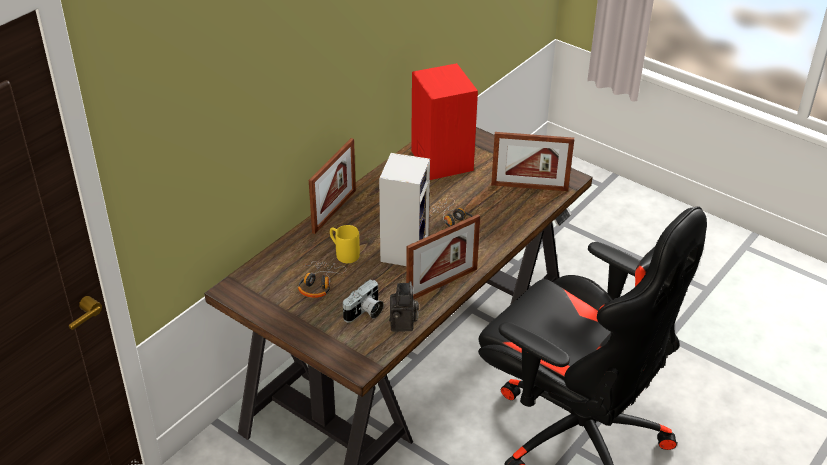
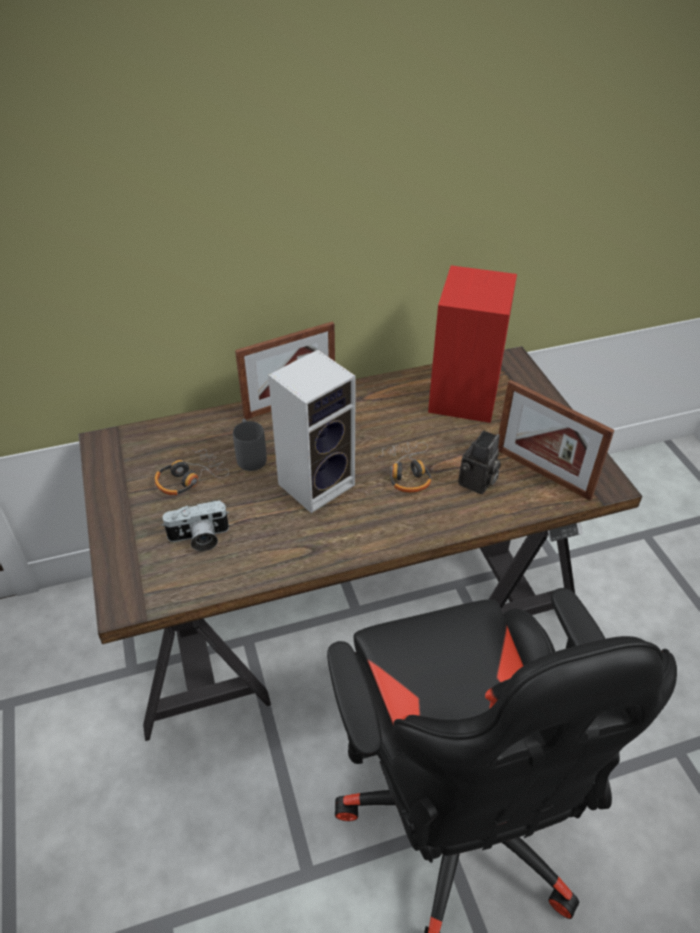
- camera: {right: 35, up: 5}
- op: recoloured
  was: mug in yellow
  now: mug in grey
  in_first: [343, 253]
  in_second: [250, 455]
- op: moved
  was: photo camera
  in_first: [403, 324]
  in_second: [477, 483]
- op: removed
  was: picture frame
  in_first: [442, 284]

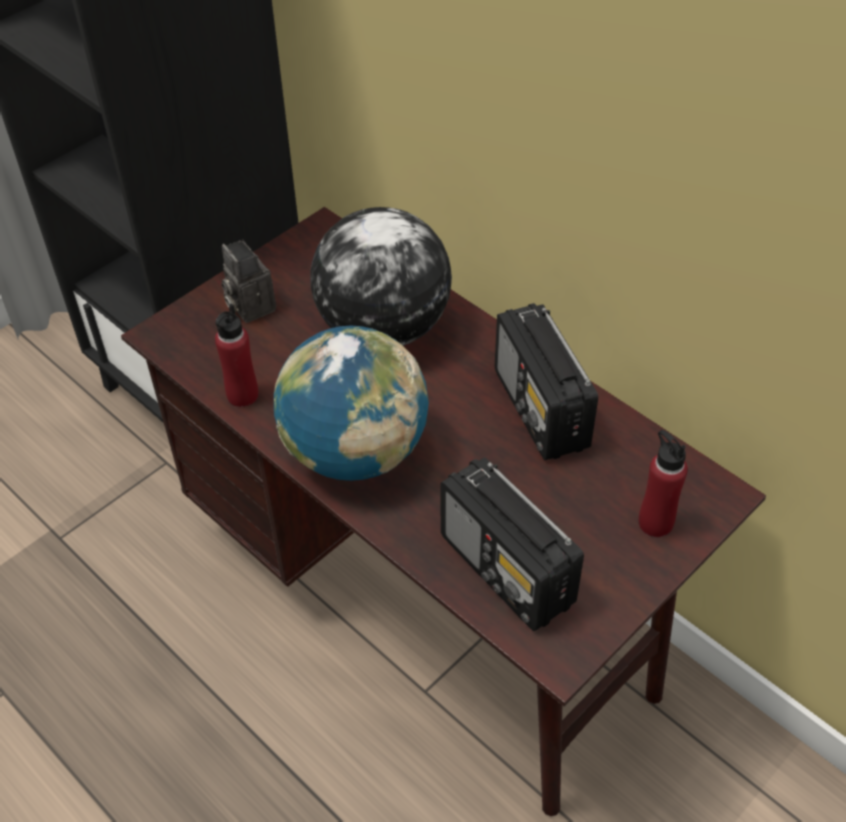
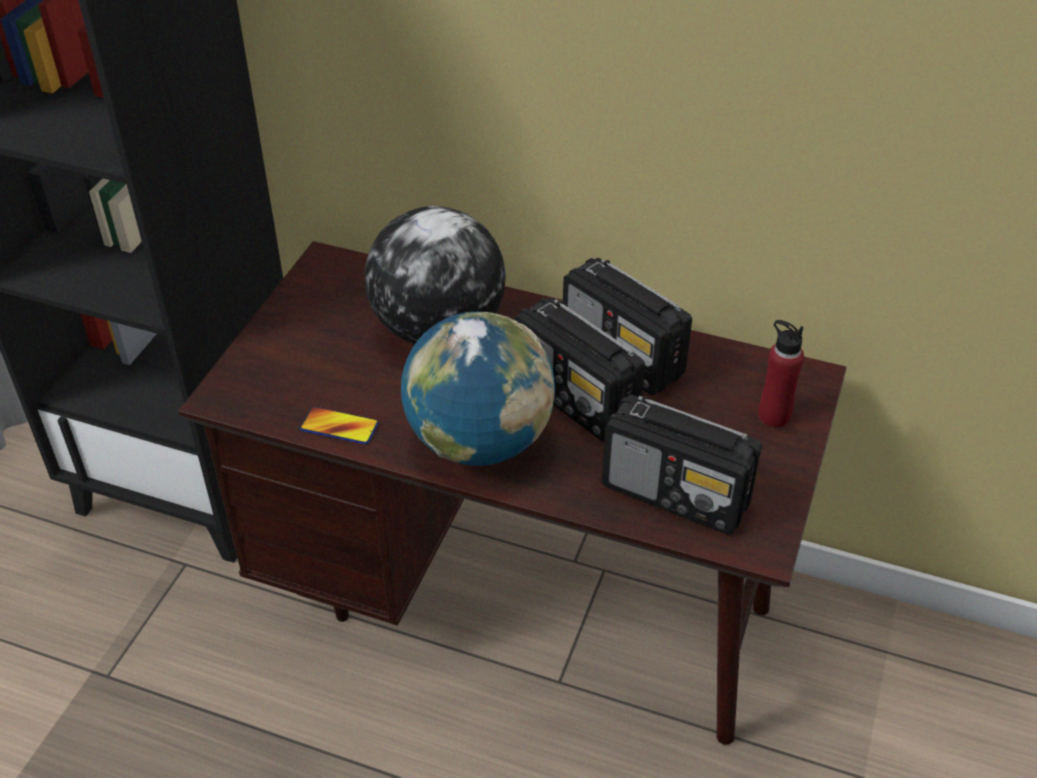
- camera: {right: -25, up: -5}
- op: replaced
  was: bottle in red
  now: phone
  in_first: [242, 395]
  in_second: [339, 427]
- op: removed
  was: photo camera
  in_first: [249, 306]
- op: added
  now: radio
  in_second: [576, 400]

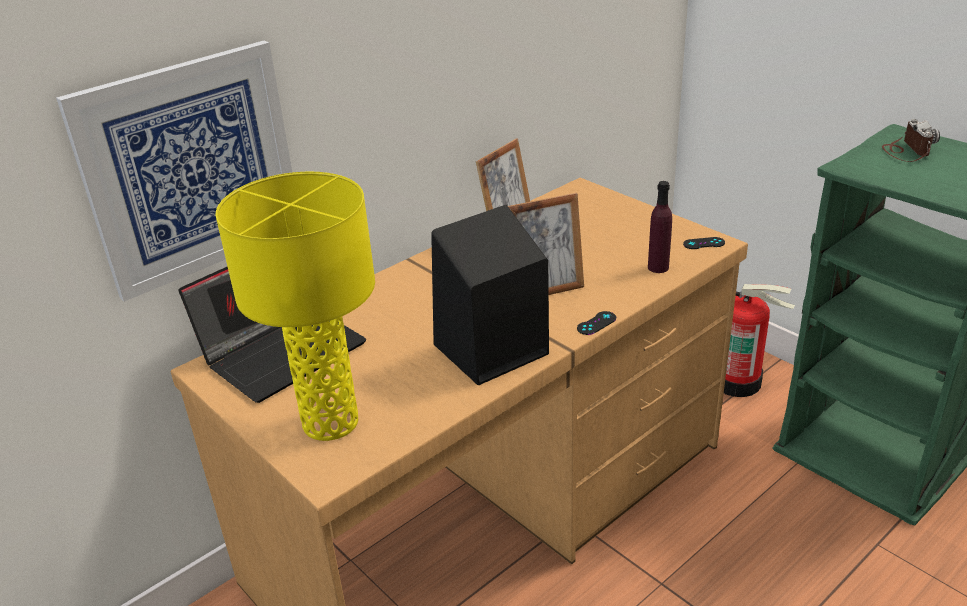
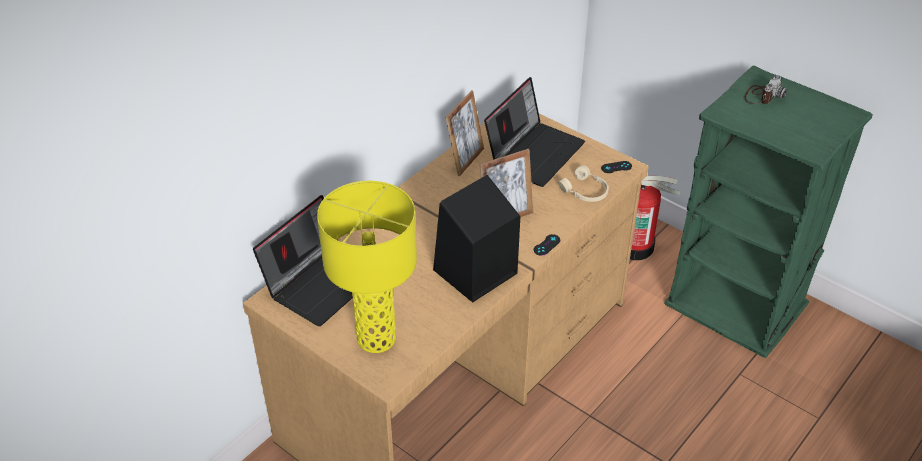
- camera: {right: -10, up: 10}
- op: removed
  was: picture
  in_first: [191, 169]
- op: replaced
  was: bottle in purple
  now: headphones in beige
  in_first: [658, 267]
  in_second: [585, 192]
- op: turned
  was: photo camera
  in_first: [907, 151]
  in_second: [762, 95]
  clockwise: 45
- op: added
  now: laptop
  in_second: [534, 152]

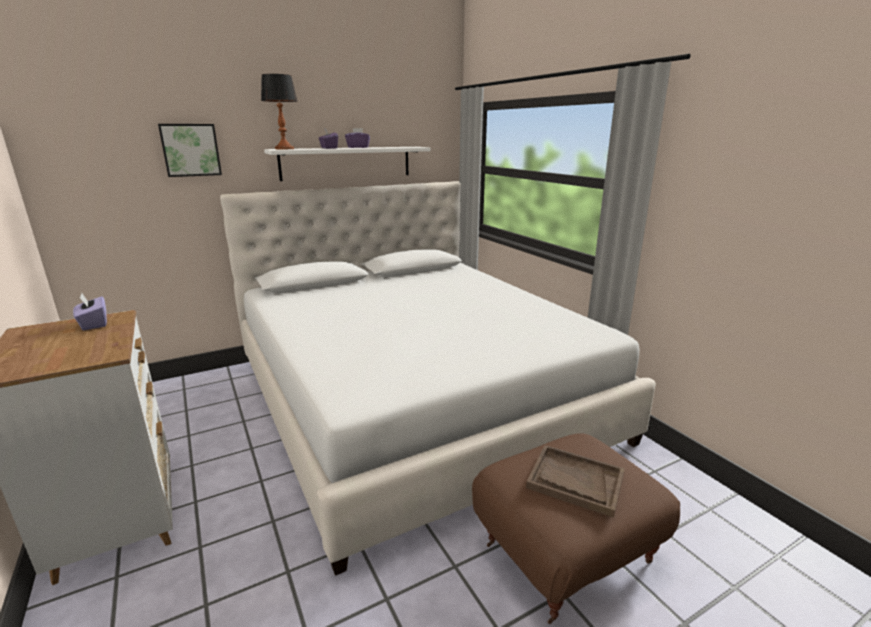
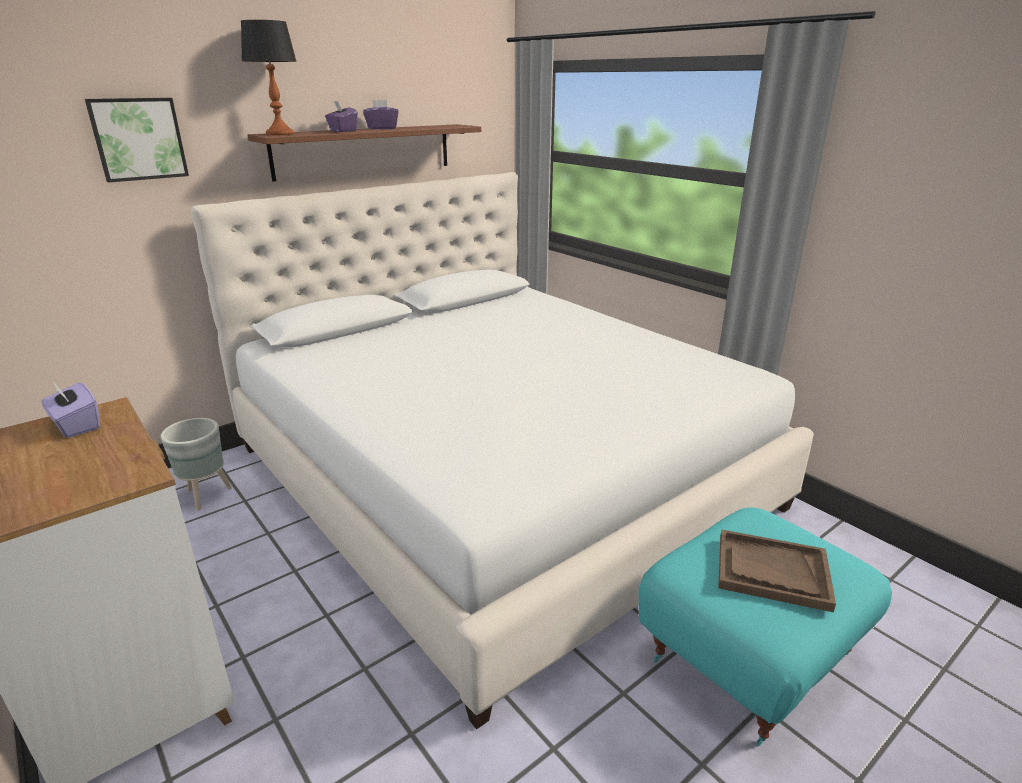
- camera: {right: -10, up: 5}
- op: recoloured
  was: shelf in white
  now: shelf in brown
  in_first: [347, 163]
  in_second: [364, 151]
- op: recoloured
  was: ottoman in brown
  now: ottoman in turquoise
  in_first: [565, 552]
  in_second: [748, 655]
- op: added
  now: planter in grey
  in_second: [206, 495]

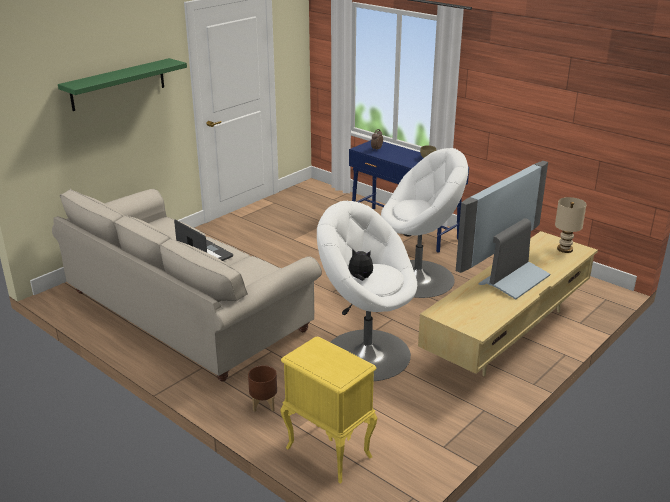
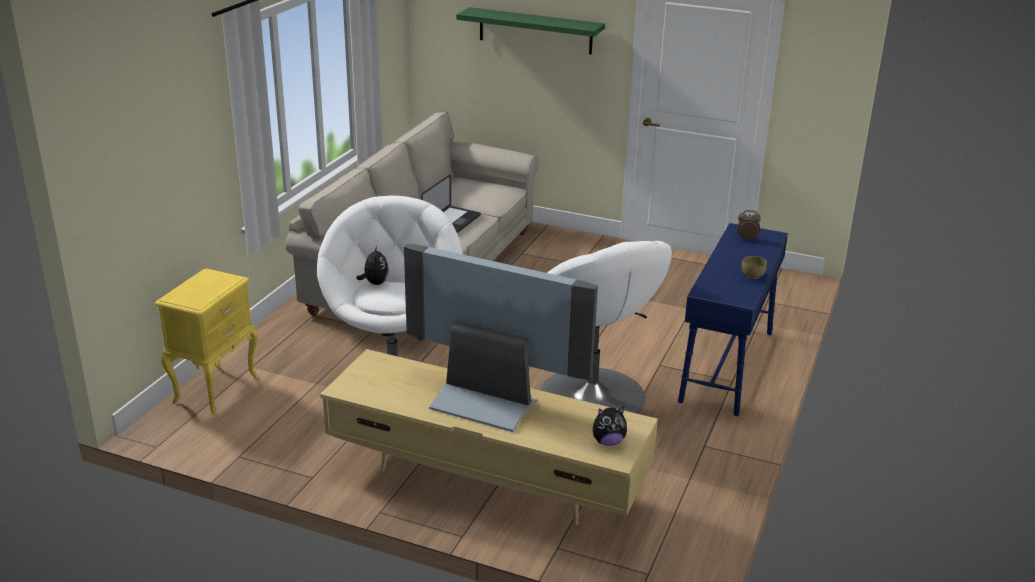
- camera: {right: 70, up: 0}
- op: removed
  was: planter in brown
  in_first: [263, 404]
- op: replaced
  was: table lamp in beige
  now: plush toy
  in_first: [564, 249]
  in_second: [608, 442]

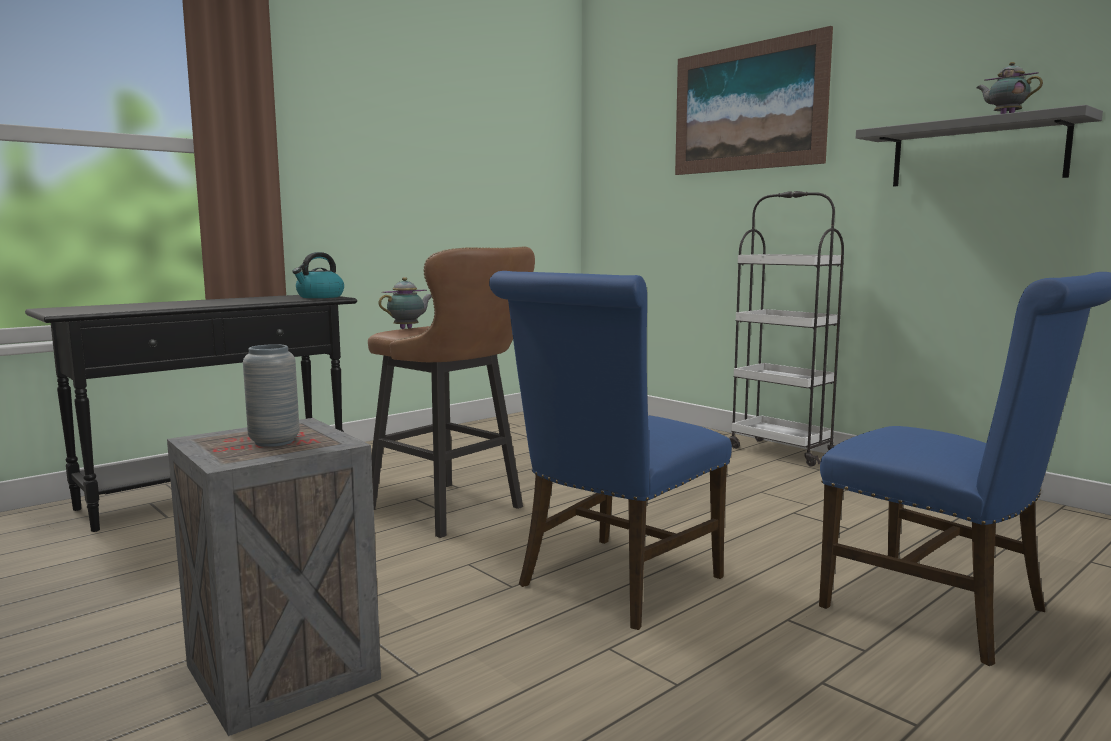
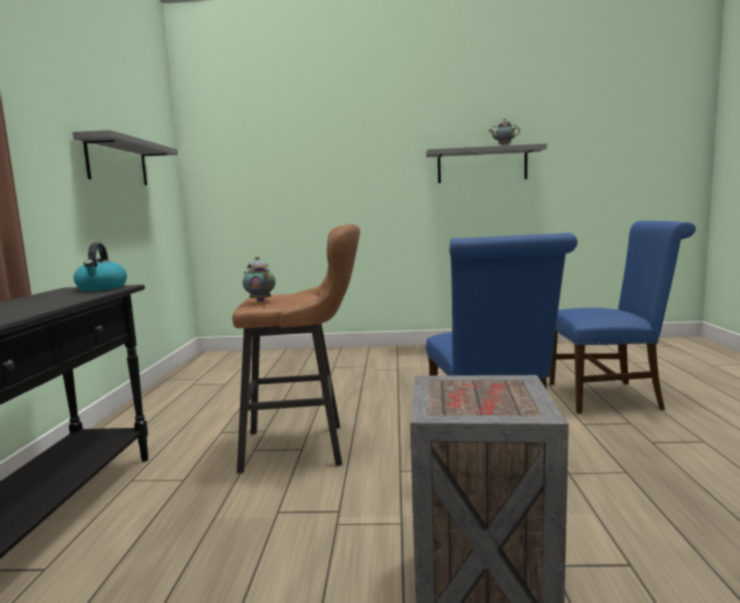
- camera: {right: -45, up: 0}
- op: removed
  was: vase in grey
  in_first: [274, 442]
- op: turned
  was: teapot
  in_first: [408, 328]
  in_second: [260, 301]
  clockwise: -45
- op: removed
  was: picture
  in_first: [747, 107]
- op: removed
  was: cart in white
  in_first: [782, 452]
- op: added
  now: shelf in grey
  in_second: [117, 162]

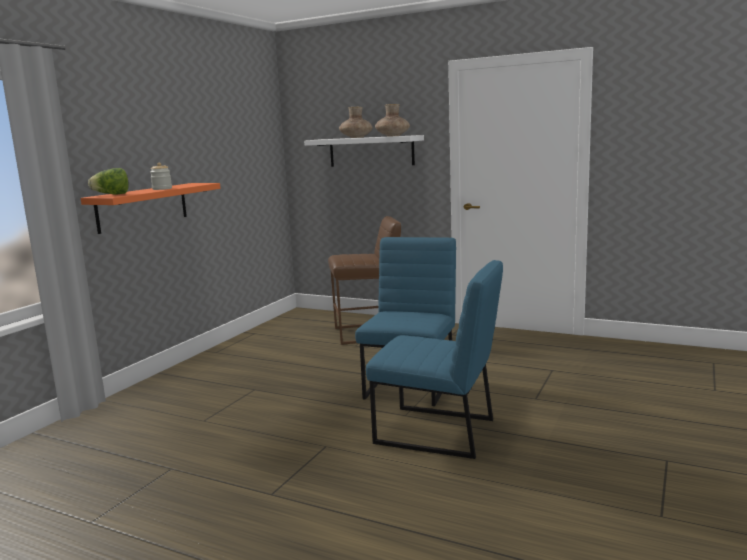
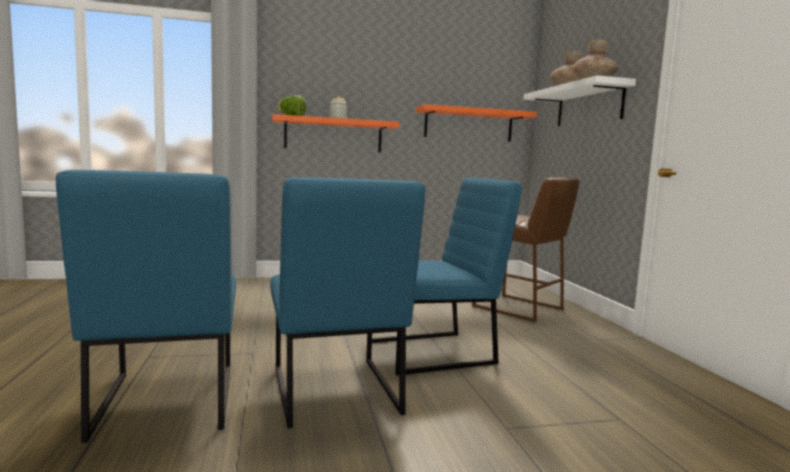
- camera: {right: 50, up: -5}
- op: added
  now: chair in blue
  in_second: [165, 403]
- op: added
  now: shelf in orange
  in_second: [468, 125]

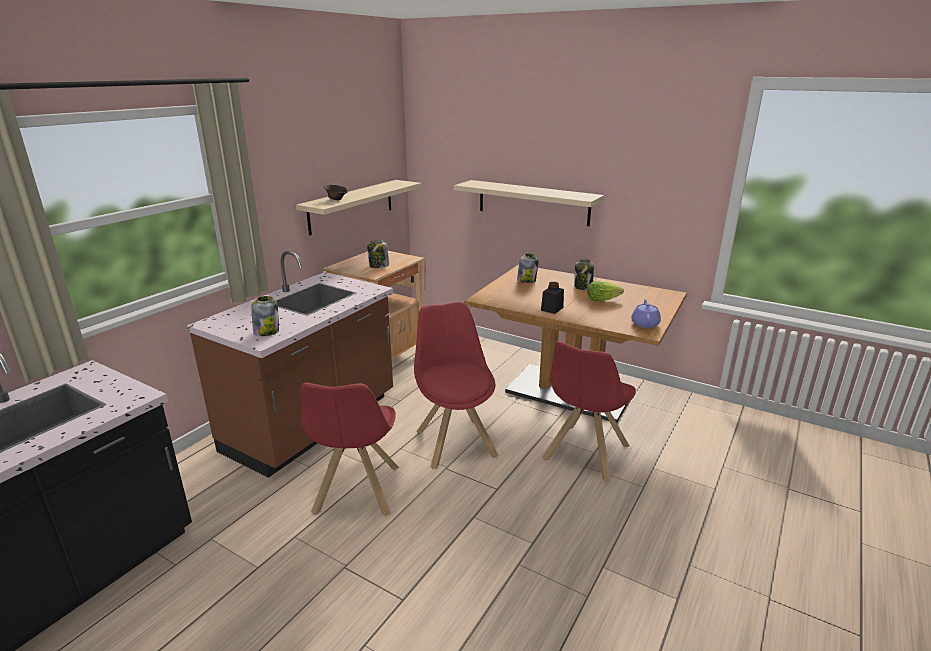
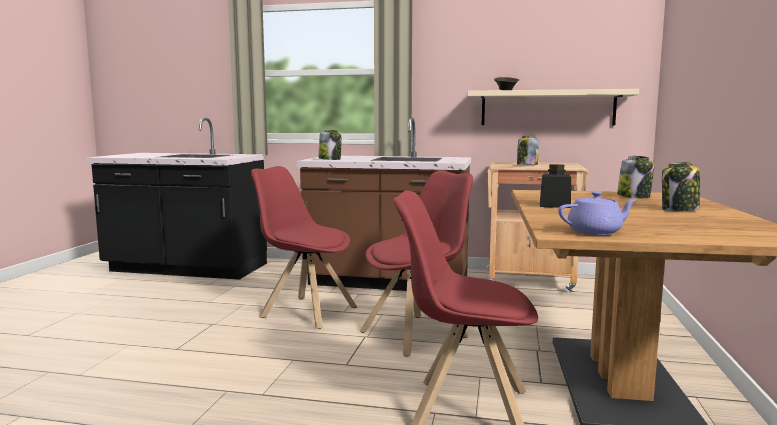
- camera: {right: 70, up: -15}
- op: turned
  was: chair in red
  in_first: [356, 492]
  in_second: [305, 311]
  clockwise: 45
- op: removed
  was: shelf in beige
  in_first: [533, 202]
- op: removed
  was: lettuce
  in_first: [602, 299]

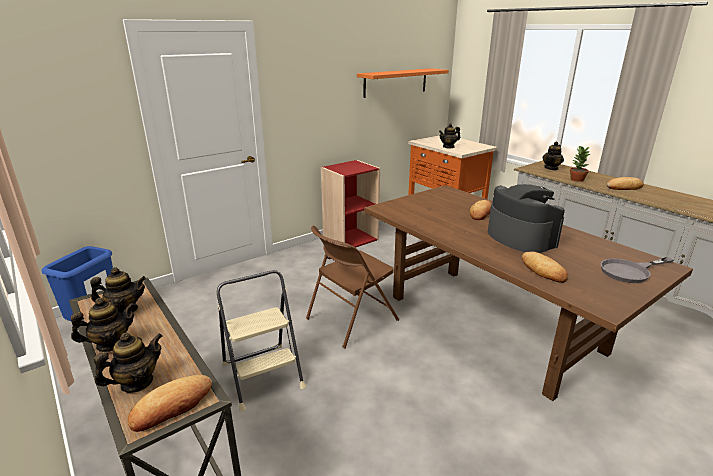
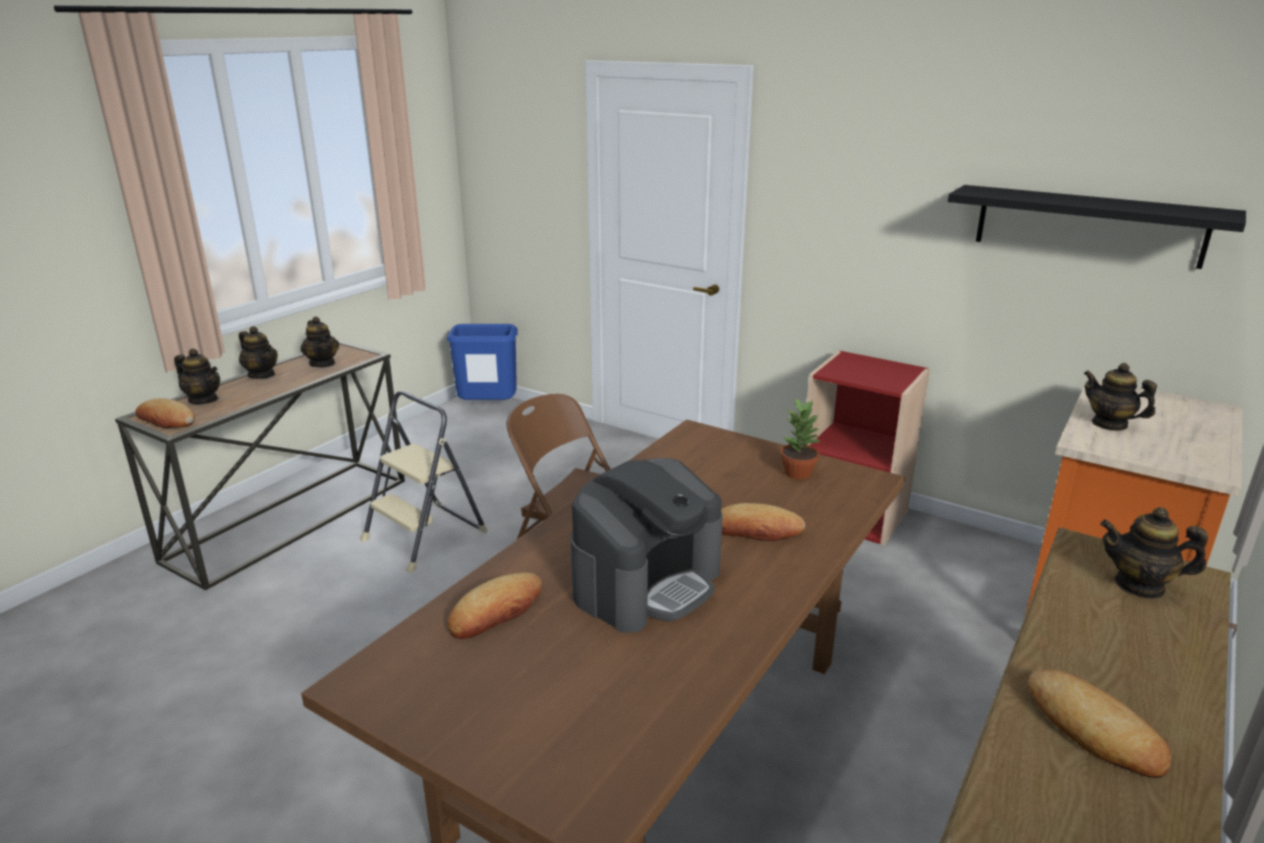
- camera: {right: 70, up: 0}
- op: recoloured
  was: shelf in orange
  now: shelf in black
  in_first: [395, 82]
  in_second: [1088, 225]
- op: moved
  was: potted plant
  in_first: [576, 179]
  in_second: [798, 472]
- op: removed
  was: frying pan in grey
  in_first: [630, 271]

